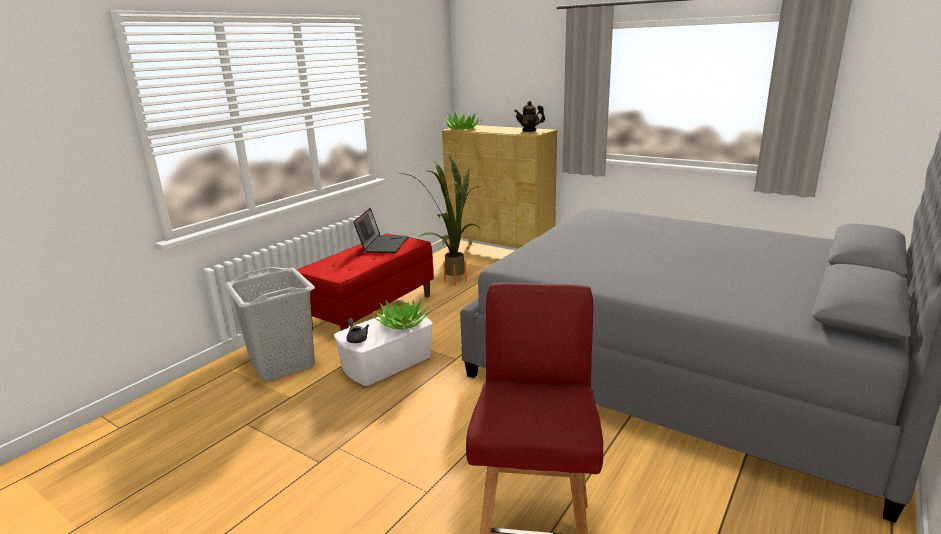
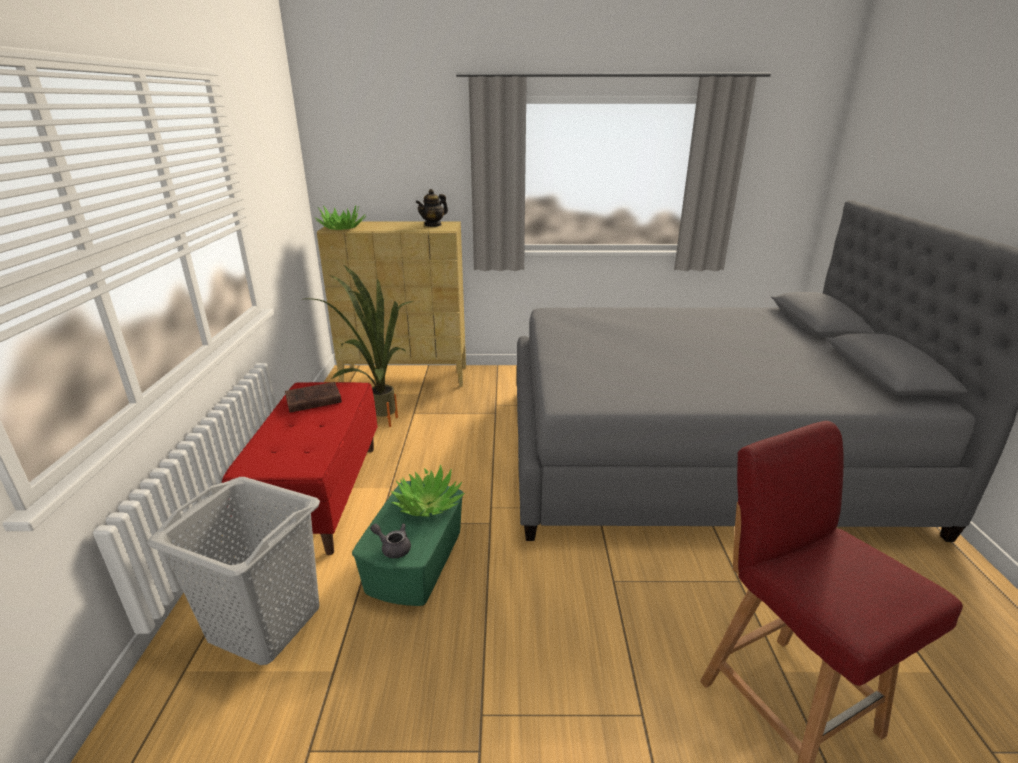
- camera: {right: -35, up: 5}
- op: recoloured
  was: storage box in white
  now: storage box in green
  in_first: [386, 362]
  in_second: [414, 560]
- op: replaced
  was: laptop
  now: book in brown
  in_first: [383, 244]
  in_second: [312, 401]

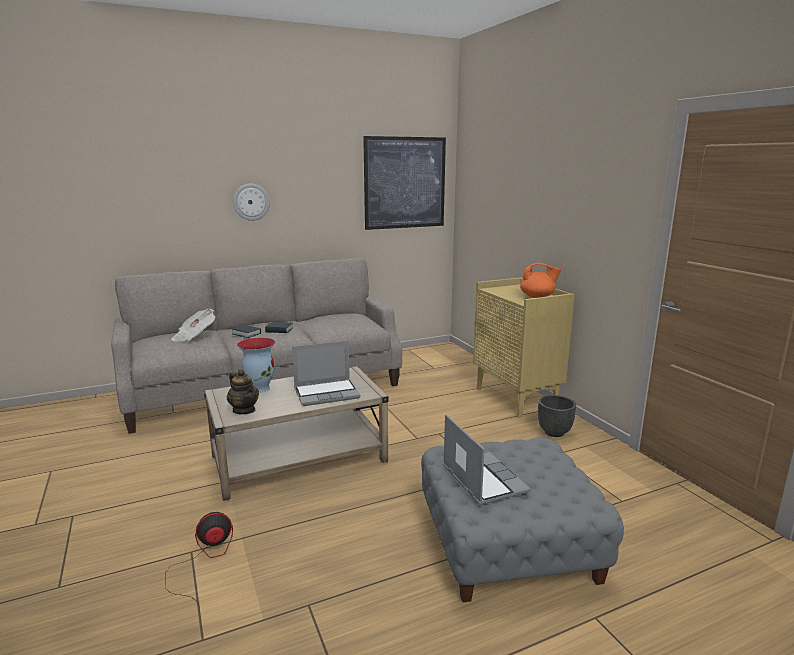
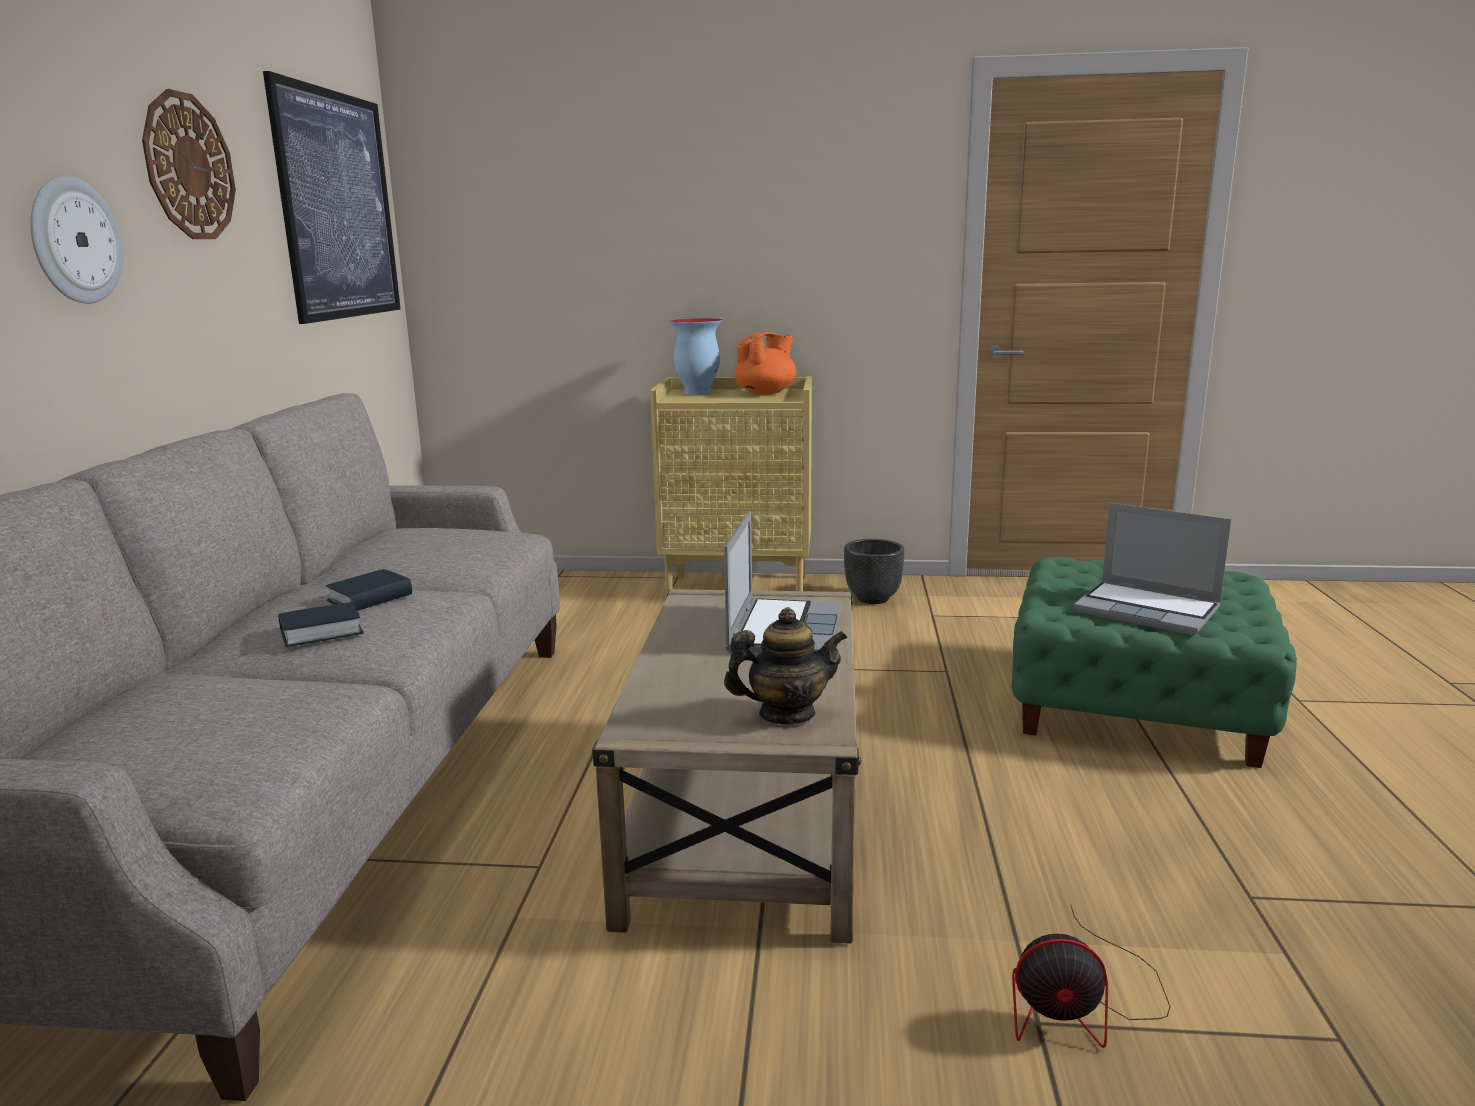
- camera: {right: -60, up: 0}
- op: turned
  was: fan
  in_first: [204, 560]
  in_second: [1081, 1005]
  clockwise: -90
- op: removed
  was: newspaper
  in_first: [194, 336]
- op: moved
  was: vase
  in_first: [260, 388]
  in_second: [696, 393]
- op: recoloured
  was: ottoman in grey
  now: ottoman in green
  in_first: [507, 543]
  in_second: [1135, 704]
- op: turned
  was: laptop
  in_first: [482, 479]
  in_second: [1149, 610]
  clockwise: -150
- op: added
  now: wall clock
  in_second: [189, 167]

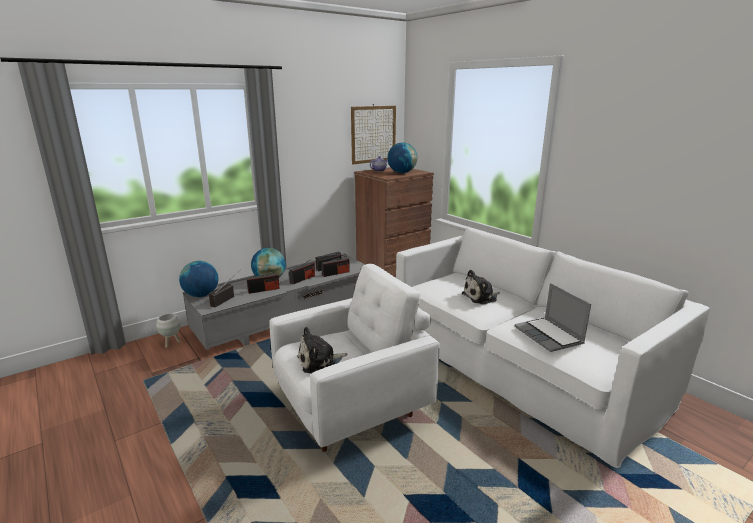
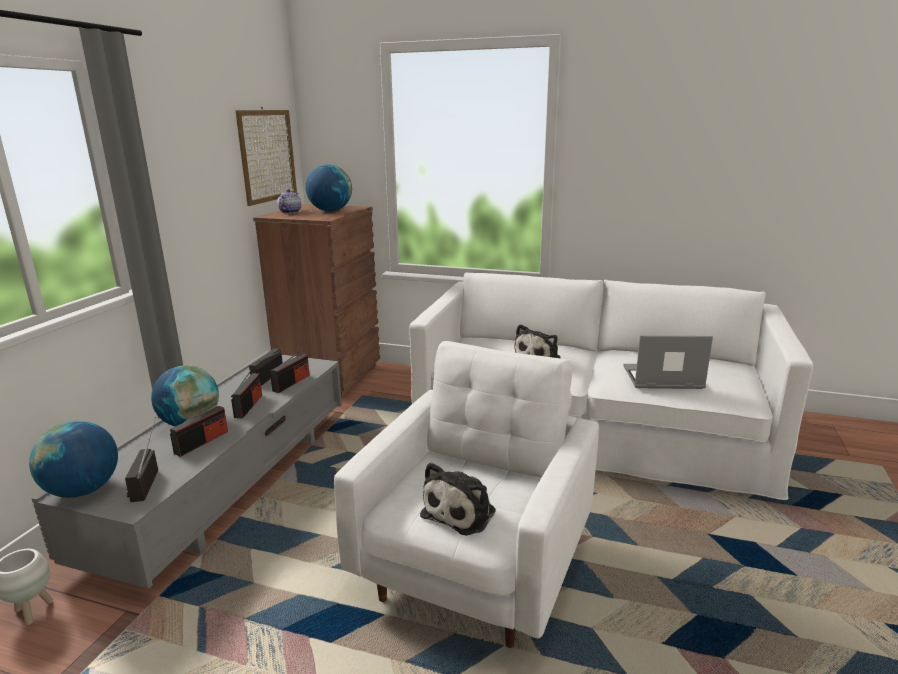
- camera: {right: -35, up: 0}
- op: turned
  was: laptop
  in_first: [549, 336]
  in_second: [661, 379]
  clockwise: 150

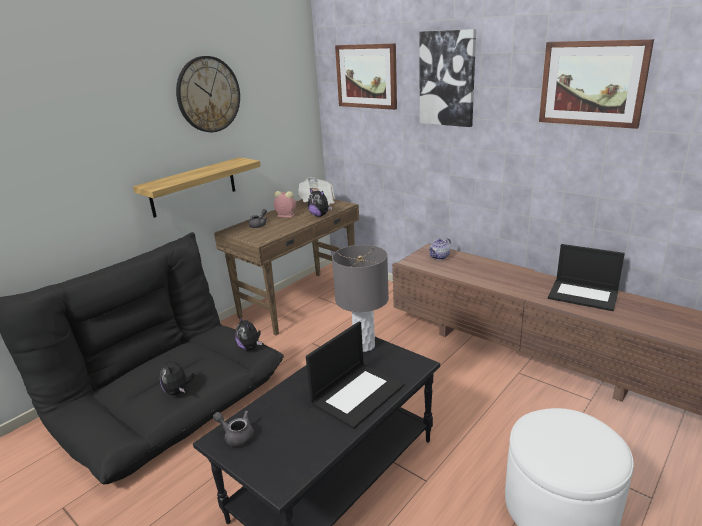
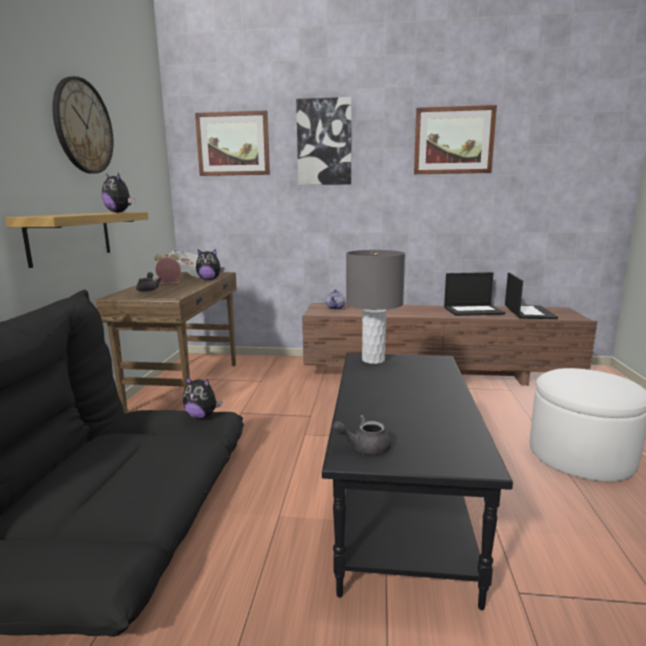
- camera: {right: -35, up: -10}
- op: moved
  was: plush toy
  in_first: [178, 391]
  in_second: [119, 212]
- op: moved
  was: laptop
  in_first: [358, 394]
  in_second: [528, 312]

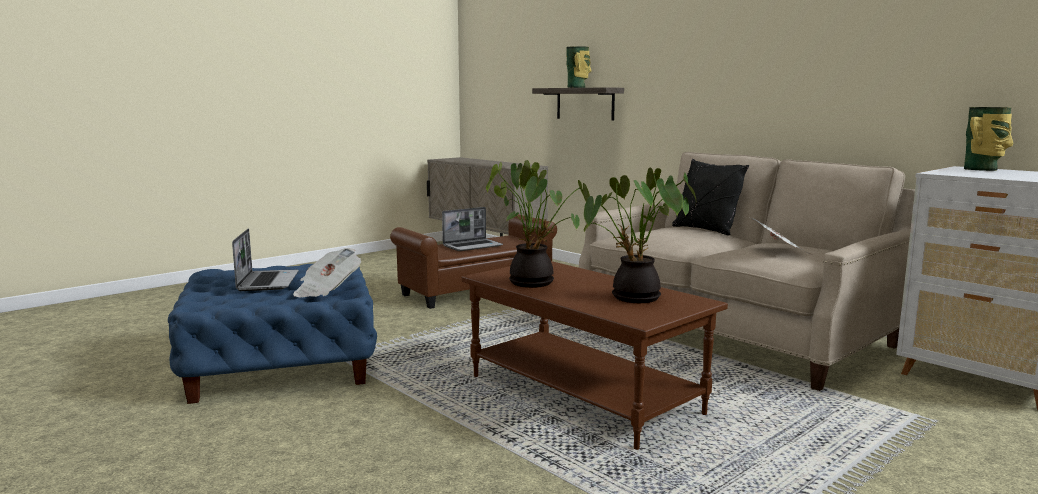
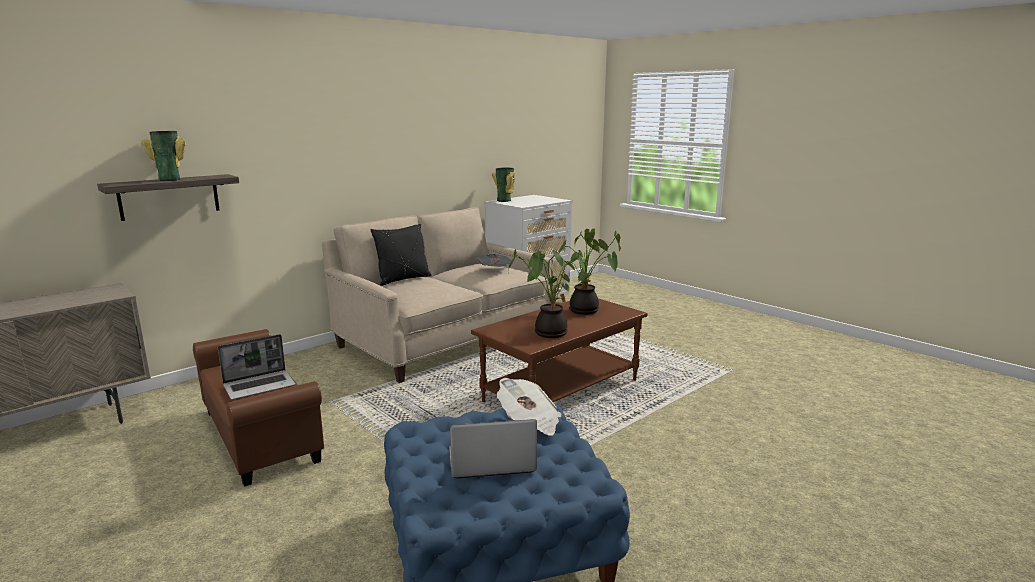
- camera: {right: -90, up: 5}
- op: turned
  was: laptop
  in_first: [473, 246]
  in_second: [260, 386]
  clockwise: 90

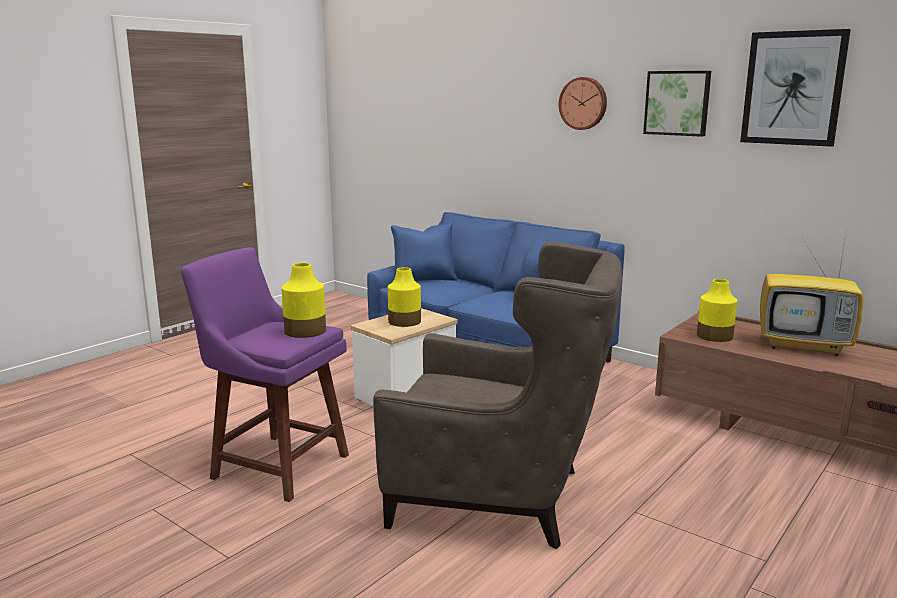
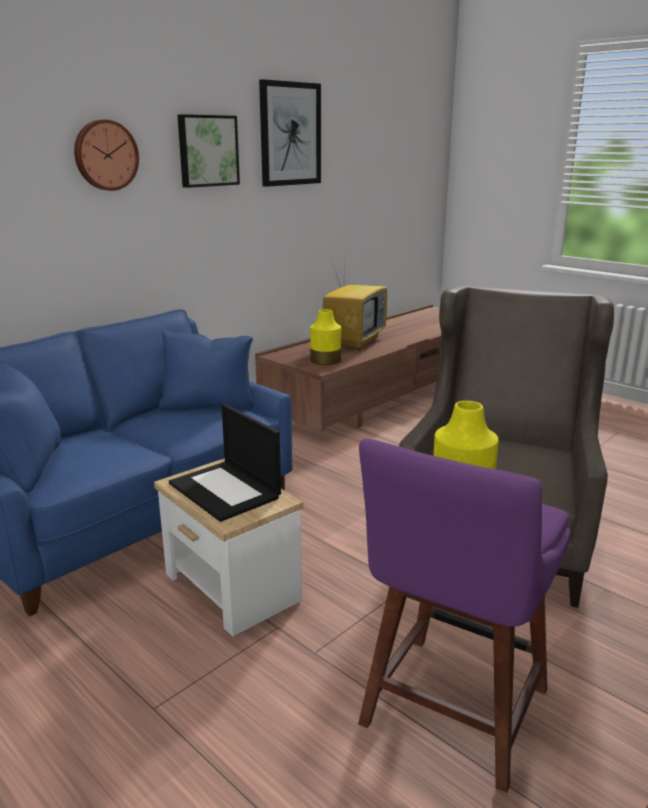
- camera: {right: -85, up: 5}
- op: replaced
  was: vase in yellow
  now: laptop
  in_first: [404, 321]
  in_second: [226, 490]

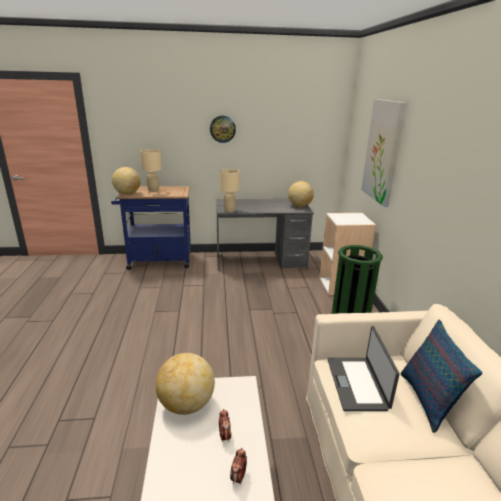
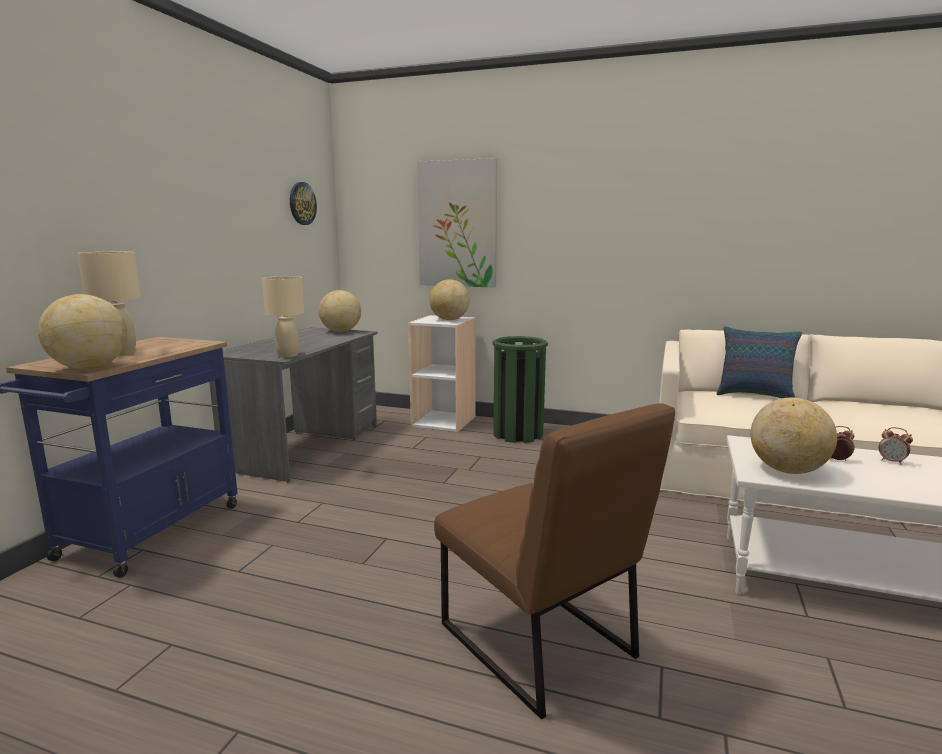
- camera: {right: -65, up: -10}
- op: moved
  was: wall clock
  in_first: [222, 129]
  in_second: [302, 203]
- op: removed
  was: laptop
  in_first: [357, 383]
- op: added
  now: globe
  in_second: [449, 320]
- op: added
  now: chair in brown
  in_second: [539, 643]

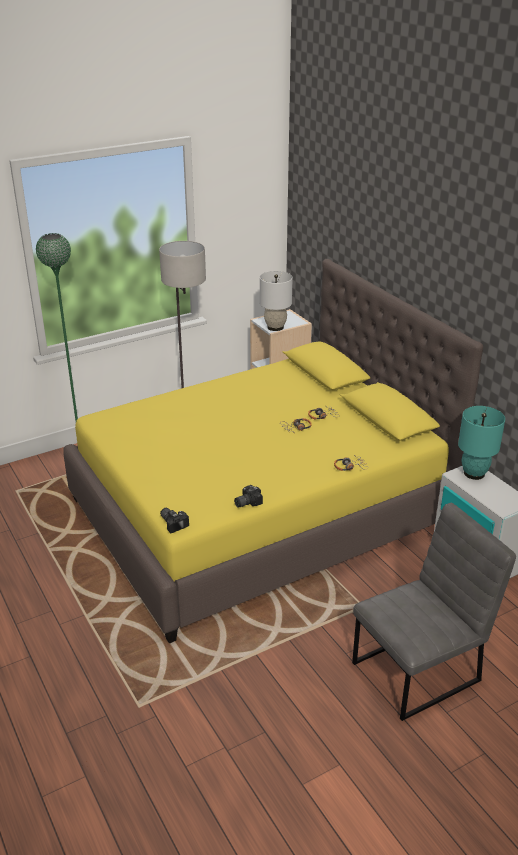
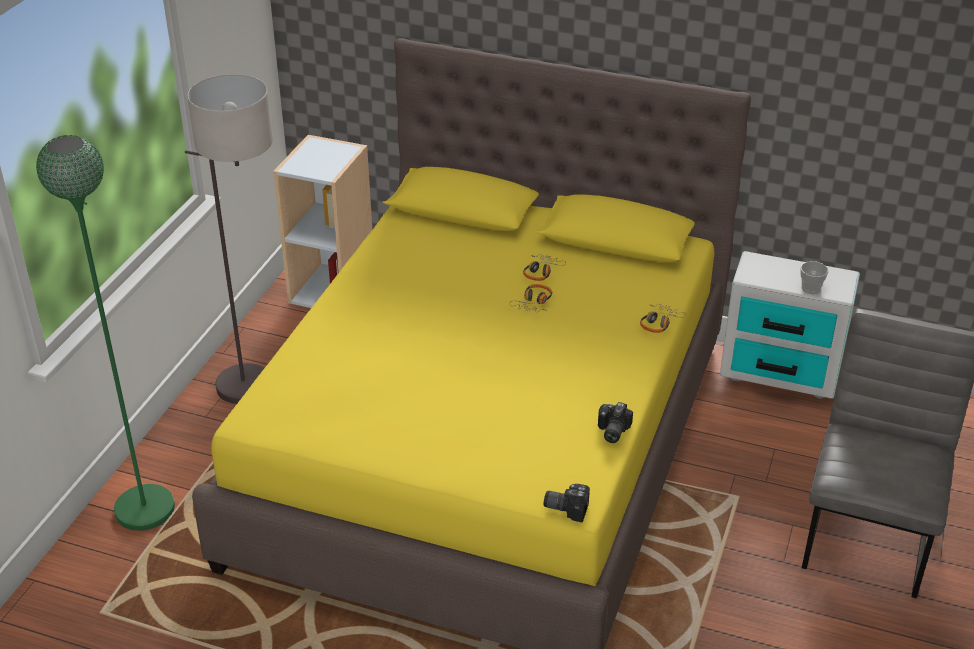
- camera: {right: -40, up: 5}
- op: removed
  was: table lamp in white
  in_first: [275, 327]
- op: removed
  was: table lamp in turquoise
  in_first: [474, 473]
- op: added
  now: cup
  in_second: [810, 288]

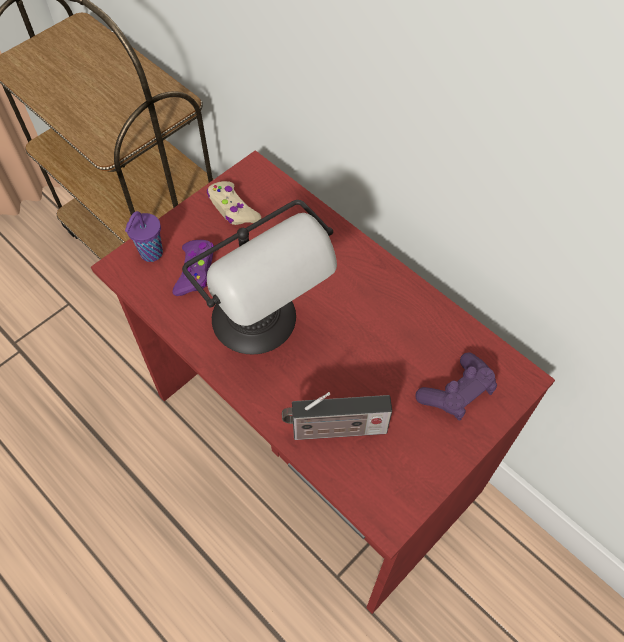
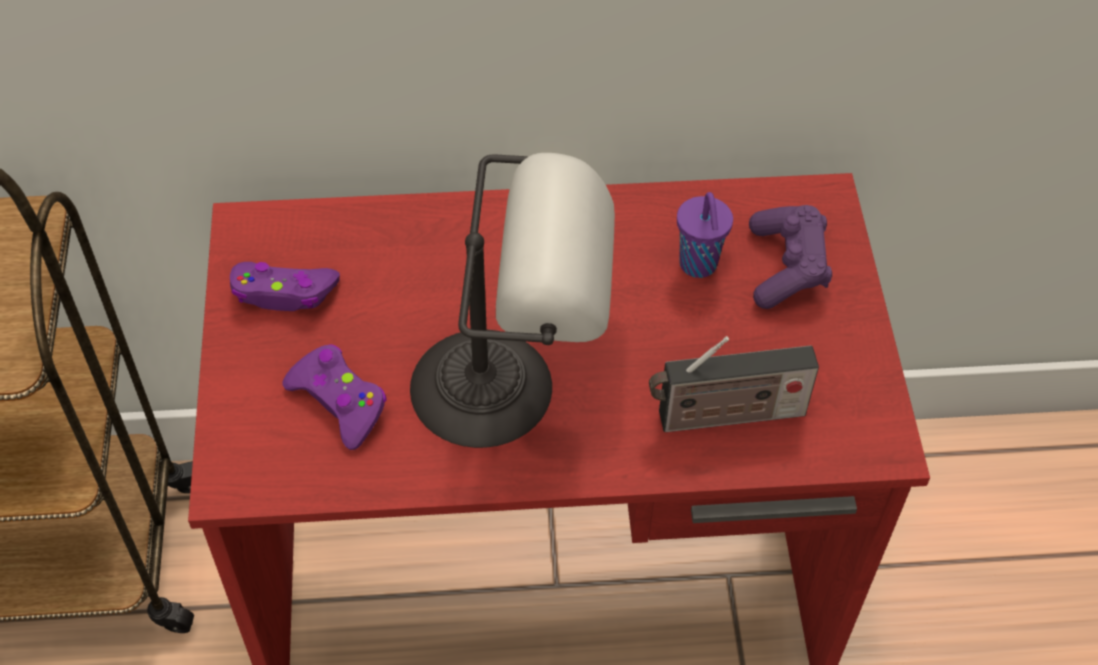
- camera: {right: -50, up: -5}
- op: moved
  was: cup in purple
  in_first: [150, 254]
  in_second: [698, 266]
- op: recoloured
  was: game controller in beige
  now: game controller in purple
  in_first: [233, 209]
  in_second: [284, 293]
- op: turned
  was: radio
  in_first: [335, 430]
  in_second: [724, 416]
  clockwise: 45

